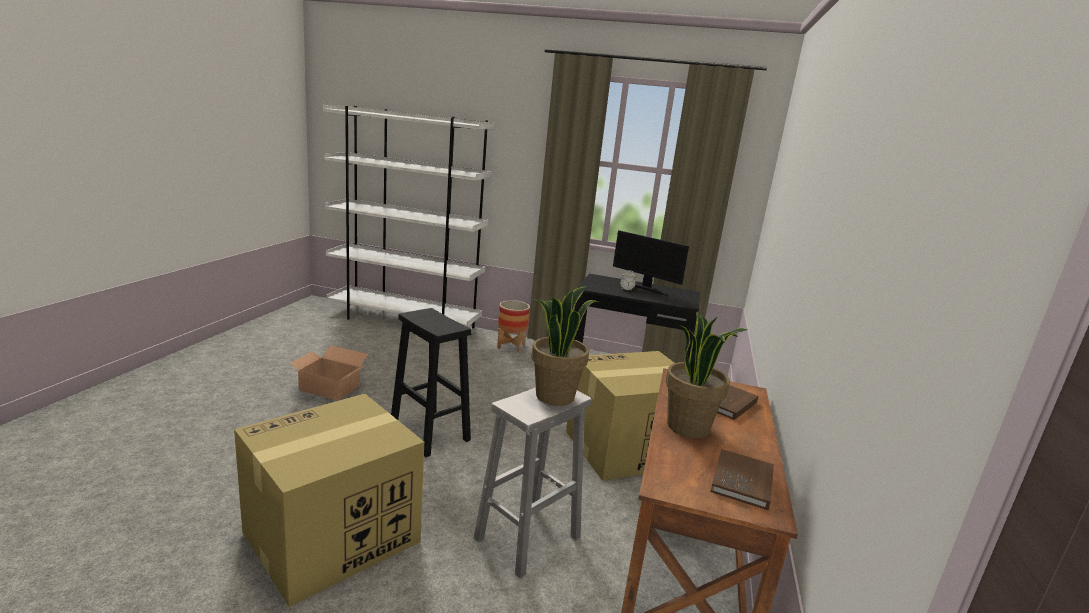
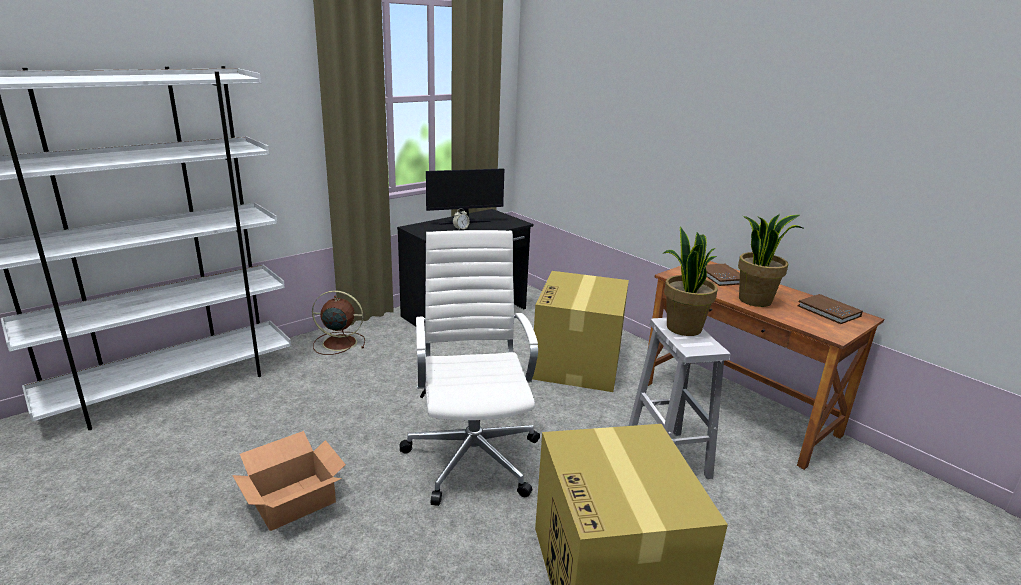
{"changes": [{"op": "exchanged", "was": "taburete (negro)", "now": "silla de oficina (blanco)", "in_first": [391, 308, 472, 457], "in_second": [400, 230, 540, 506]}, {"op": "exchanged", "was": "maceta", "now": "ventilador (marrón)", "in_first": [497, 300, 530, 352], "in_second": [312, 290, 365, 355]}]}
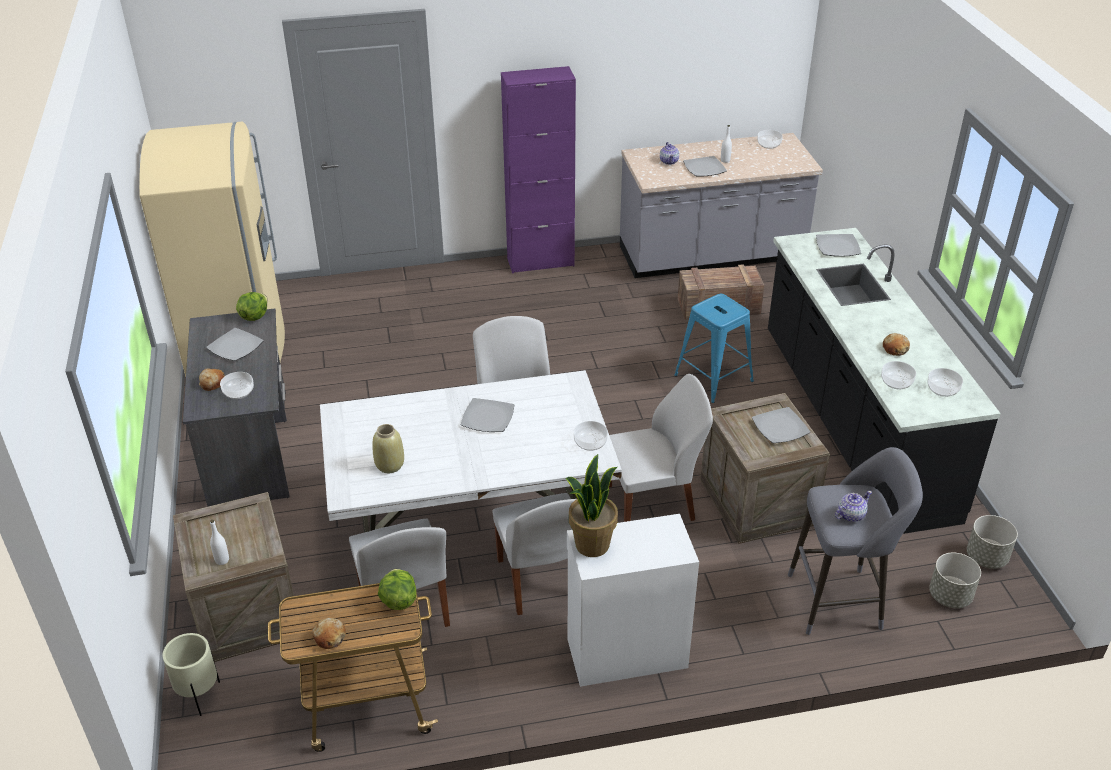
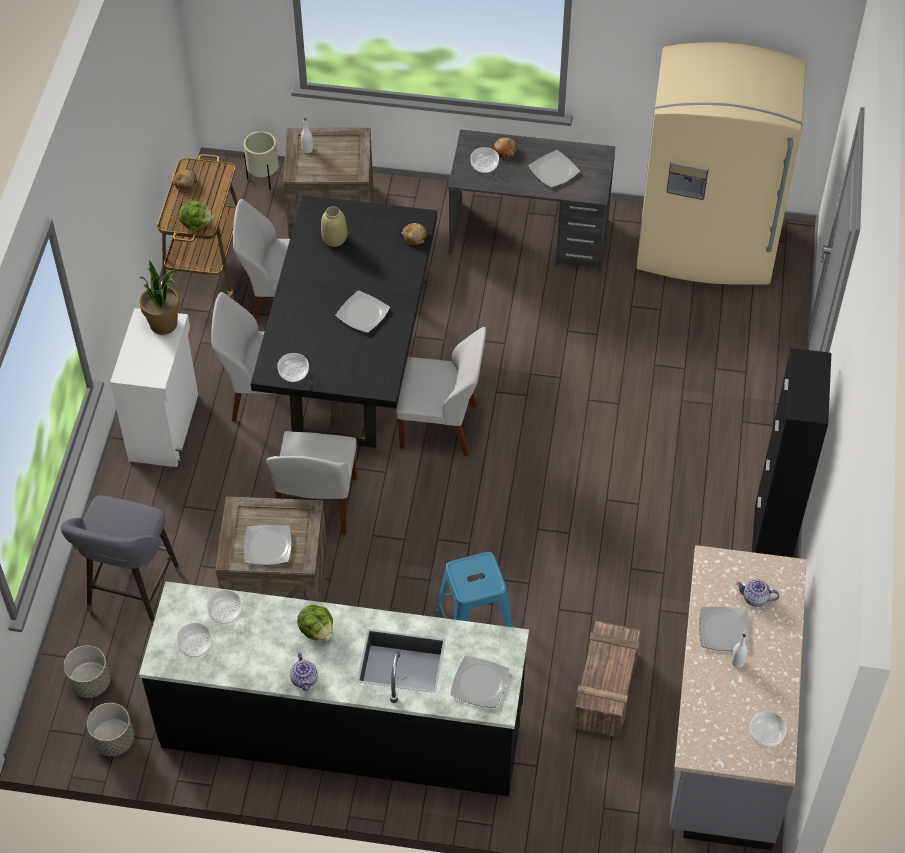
{"changes": [{"op": "relocated", "was": "lechuga", "in_first": [236, 292, 268, 321], "in_second": [297, 604, 333, 641]}, {"op": "relocated", "was": "tetera", "in_first": [835, 491, 872, 522], "in_second": [290, 652, 318, 691]}, {"op": "relocated", "was": "pan", "in_first": [883, 333, 910, 356], "in_second": [401, 223, 427, 245]}, {"op": "colour", "was": "mesa de comedor (blanco)", "now": "mesa de comedor (negro)", "in_first": [320, 370, 622, 533], "in_second": [250, 195, 437, 448]}, {"op": "colour", "was": "armario (morado)", "now": "armario (negro)", "in_first": [501, 66, 576, 273], "in_second": [752, 348, 831, 557]}]}
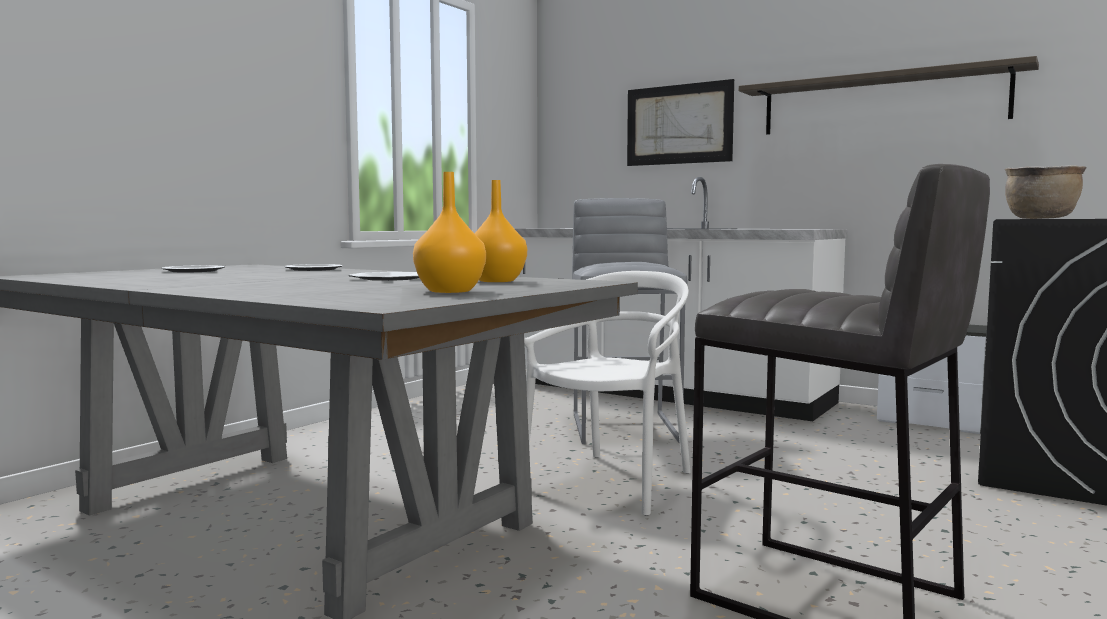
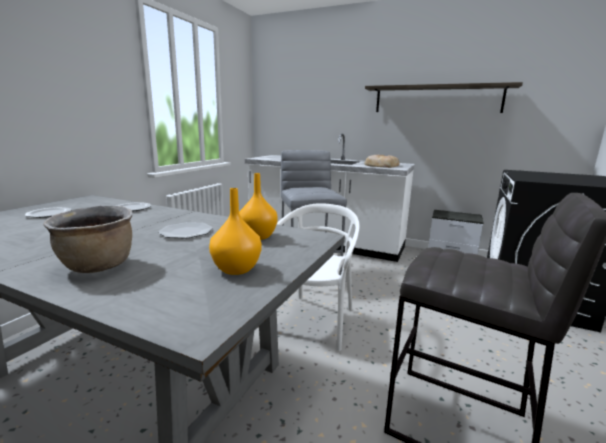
{"changes": [{"op": "missing", "was": "cuadro", "in_first": [627, 79, 734, 166]}, {"op": "appeared", "now": "pan", "in_second": [364, 155, 400, 168]}, {"op": "relocated", "was": "olla (marrón)", "in_first": [1005, 165, 1087, 219], "in_second": [43, 206, 133, 273]}]}
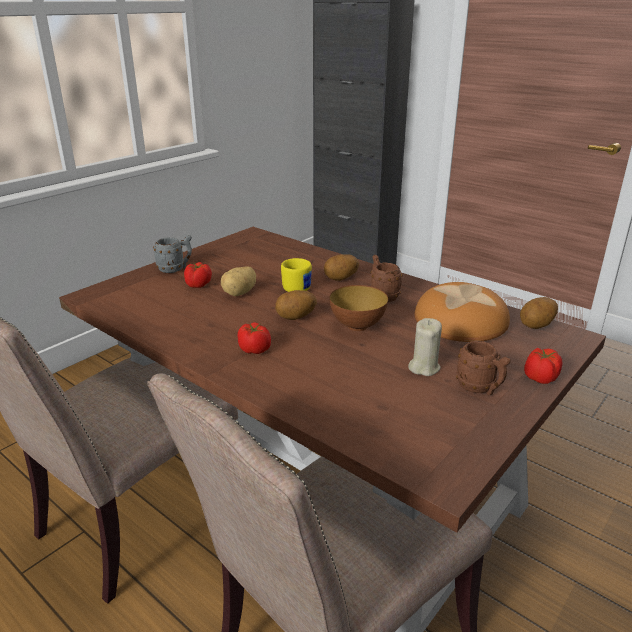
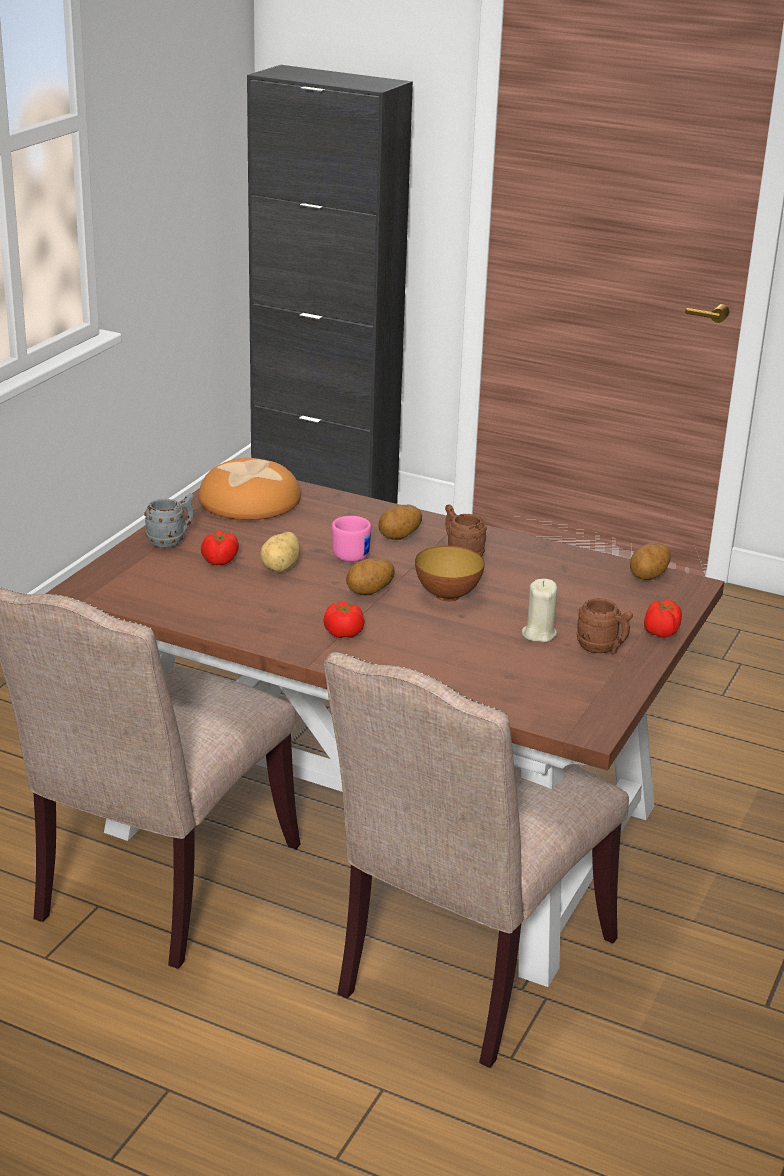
{"changes": [{"op": "relocated", "was": "pan", "in_first": [415, 282, 510, 342], "in_second": [199, 458, 301, 520]}, {"op": "colour", "was": "taza grande (amarillo)", "now": "taza grande (rosa)", "in_first": [281, 258, 312, 292], "in_second": [332, 516, 371, 562]}]}
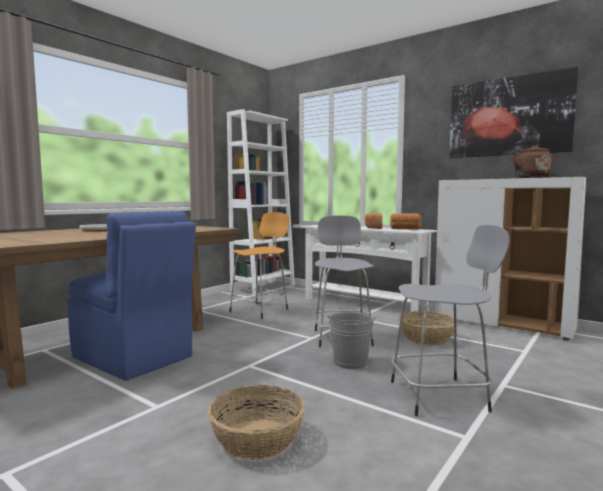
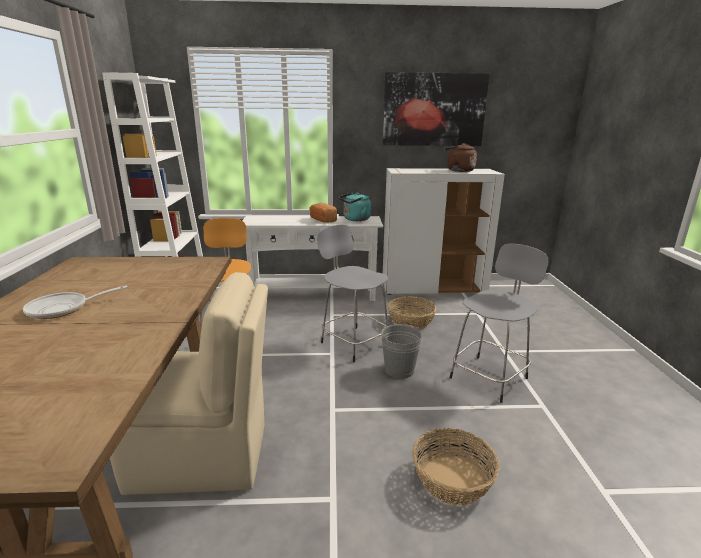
{"changes": [{"op": "exchanged", "was": "pan", "now": "hervidor (turquesa)", "in_first": [390, 213, 421, 229], "in_second": [339, 193, 371, 221]}, {"op": "colour", "was": "silla (azul)", "now": "silla (beis)", "in_first": [68, 211, 196, 381], "in_second": [110, 272, 268, 495]}]}
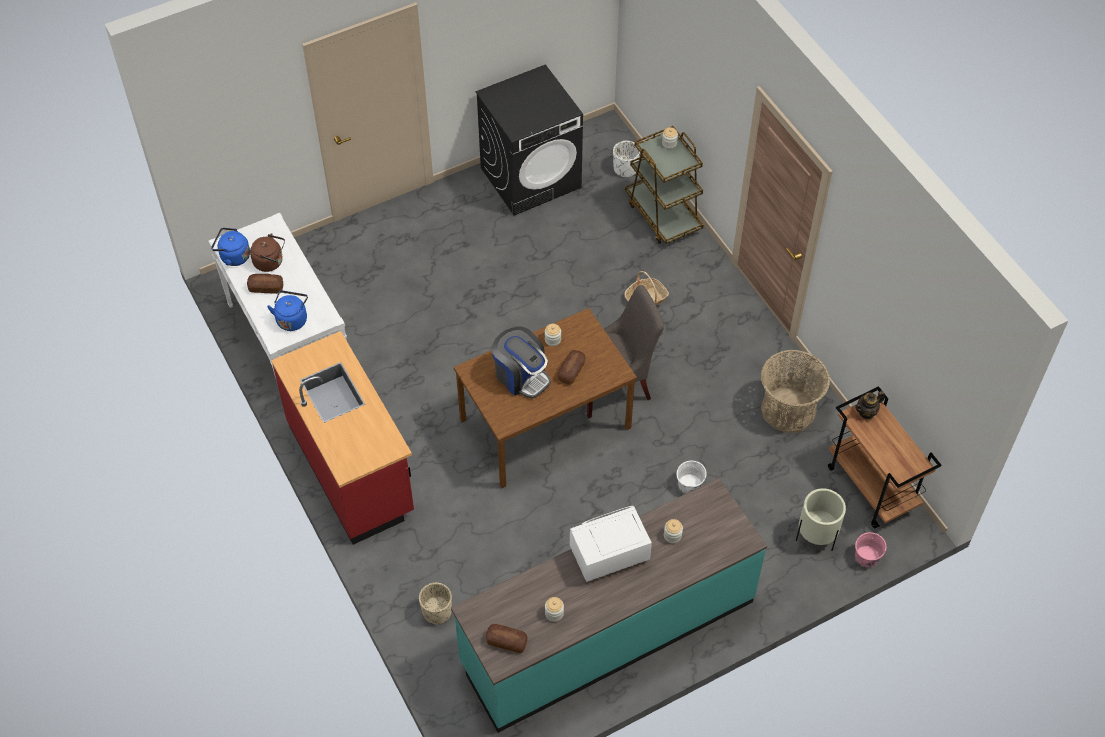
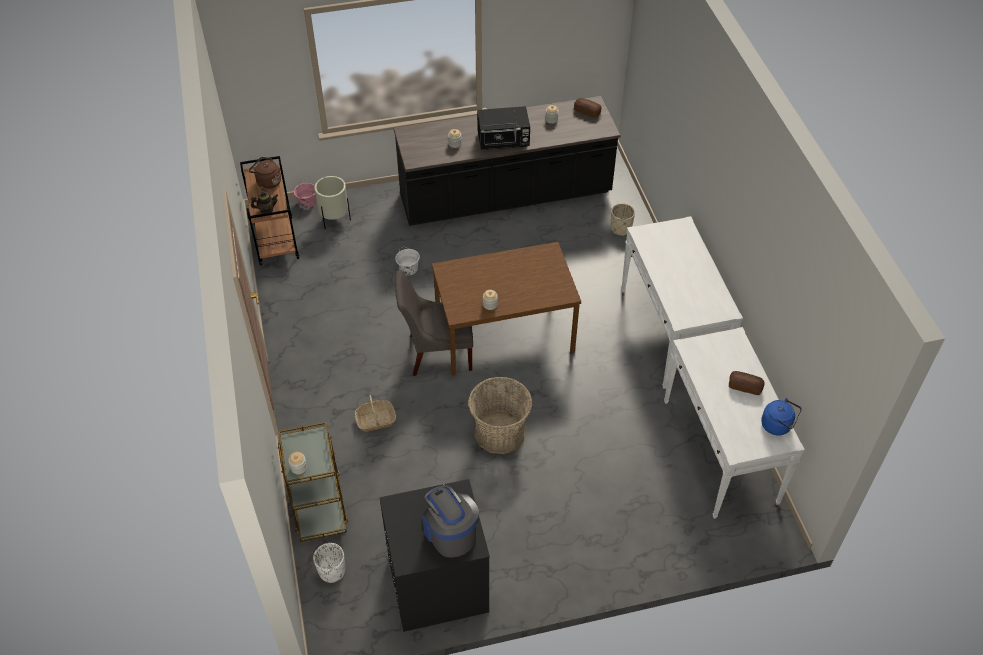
{"changes": [{"op": "missing", "was": "hervidor (azul)", "in_first": [267, 291, 308, 331]}, {"op": "missing", "was": "pan", "in_first": [558, 350, 586, 385]}, {"op": "relocated", "was": "hervidor (marrón)", "in_first": [250, 233, 285, 272], "in_second": [249, 157, 281, 189]}, {"op": "relocated", "was": "cafetera", "in_first": [492, 326, 551, 399], "in_second": [422, 485, 479, 558]}, {"op": "relocated", "was": "cesta", "in_first": [761, 350, 830, 433], "in_second": [468, 377, 532, 454]}, {"op": "exchanged", "was": "mueble bajo de cocina (rojo)", "now": "mesa consola (blanco)", "in_first": [271, 331, 414, 545], "in_second": [621, 216, 743, 389]}, {"op": "colour", "was": "mueble bajo de cocina (turquesa)", "now": "mueble bajo de cocina (negro)", "in_first": [451, 478, 767, 733], "in_second": [394, 96, 620, 226]}, {"op": "colour", "was": "microondas (blanco)", "now": "microondas (negro)", "in_first": [570, 506, 652, 582], "in_second": [477, 106, 530, 150]}]}
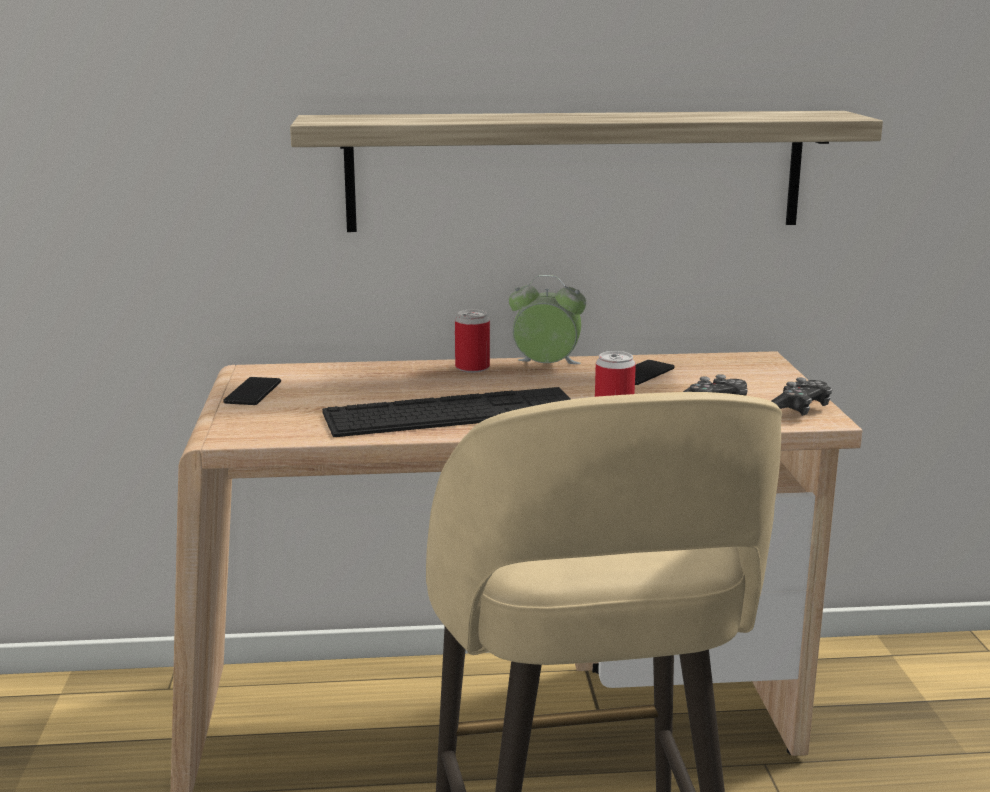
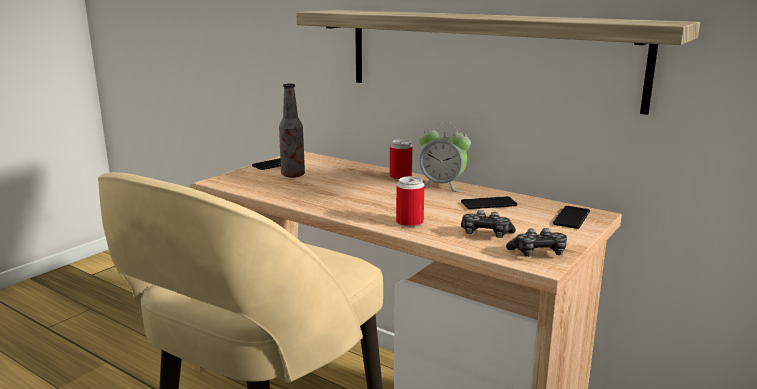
{"changes": [{"op": "missing", "was": "teclado", "in_first": [322, 387, 571, 437]}, {"op": "appeared", "now": "botella", "in_second": [279, 84, 305, 178]}, {"op": "appeared", "now": "móvil", "in_second": [553, 206, 590, 229]}, {"op": "spun", "was": "despertador", "in_first": [509, 275, 586, 364], "in_second": [419, 122, 471, 192], "clockwise": 150}]}
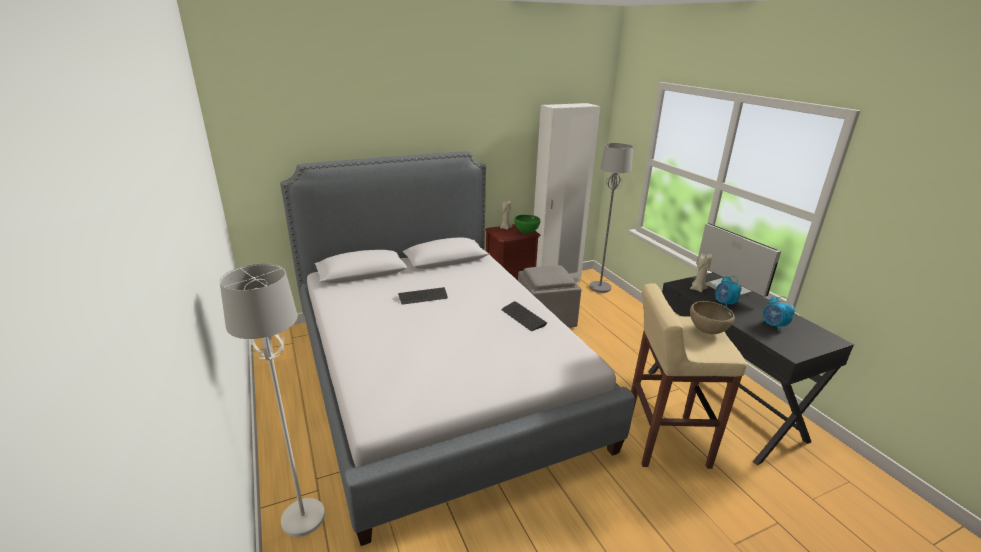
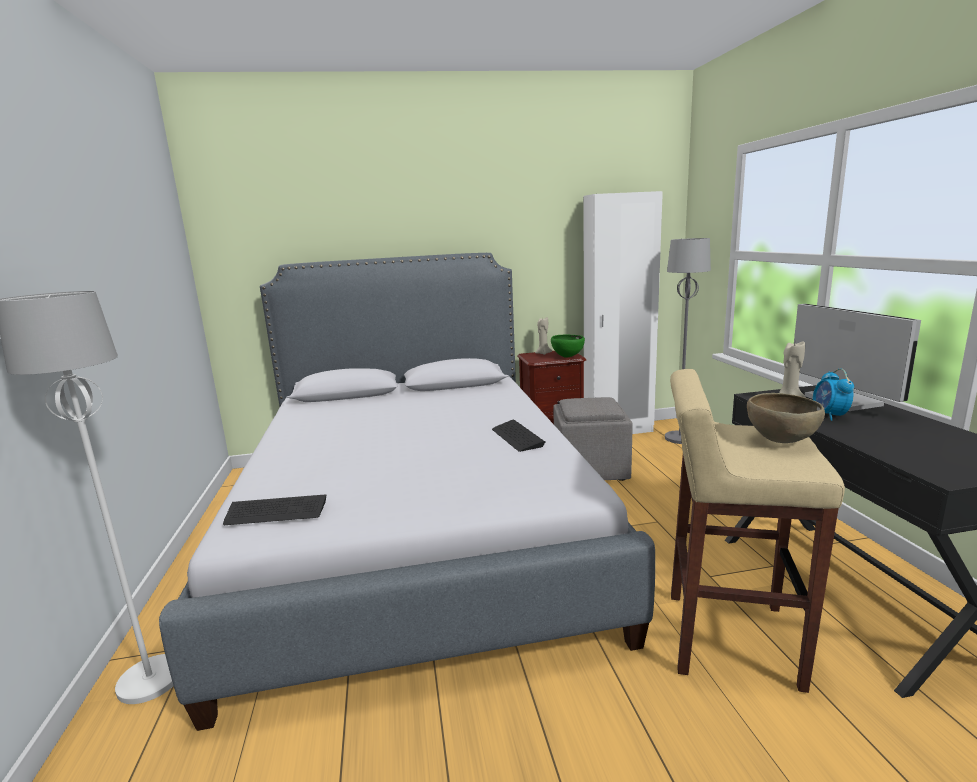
{"changes": [{"op": "missing", "was": "despertador", "in_first": [762, 296, 795, 332]}, {"op": "relocated", "was": "teclado", "in_first": [398, 287, 448, 305], "in_second": [223, 494, 327, 525]}]}
